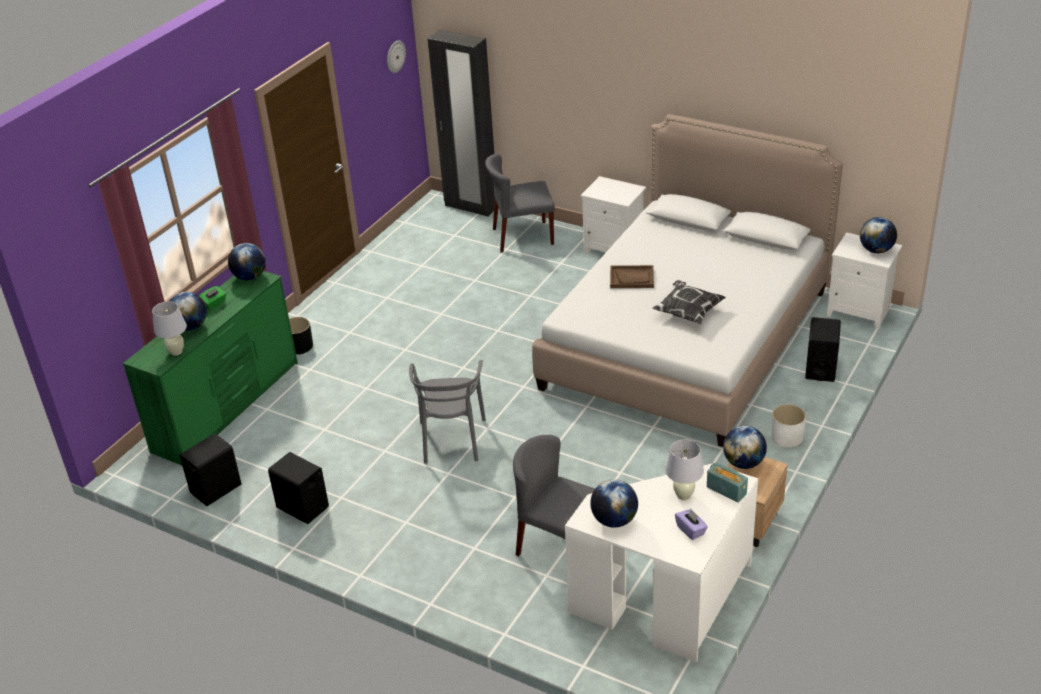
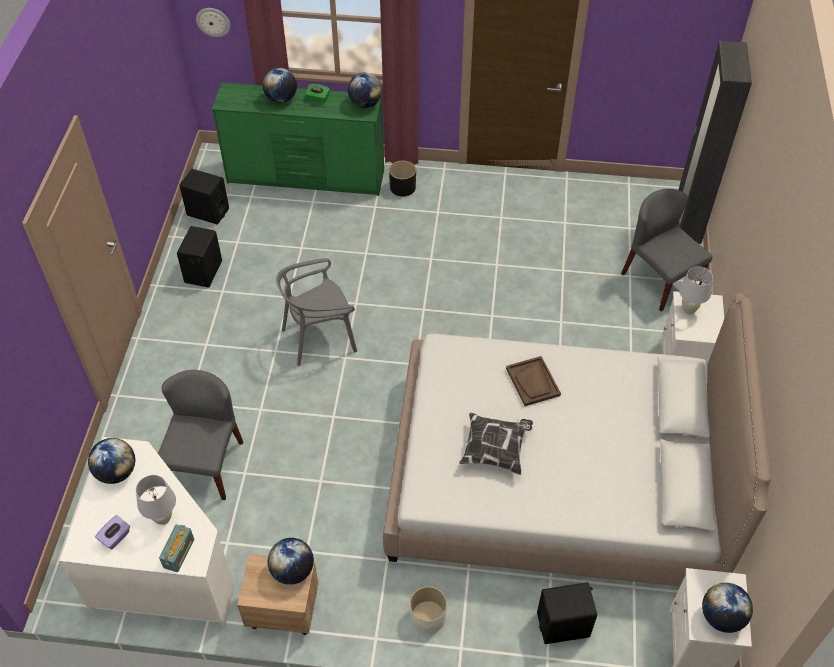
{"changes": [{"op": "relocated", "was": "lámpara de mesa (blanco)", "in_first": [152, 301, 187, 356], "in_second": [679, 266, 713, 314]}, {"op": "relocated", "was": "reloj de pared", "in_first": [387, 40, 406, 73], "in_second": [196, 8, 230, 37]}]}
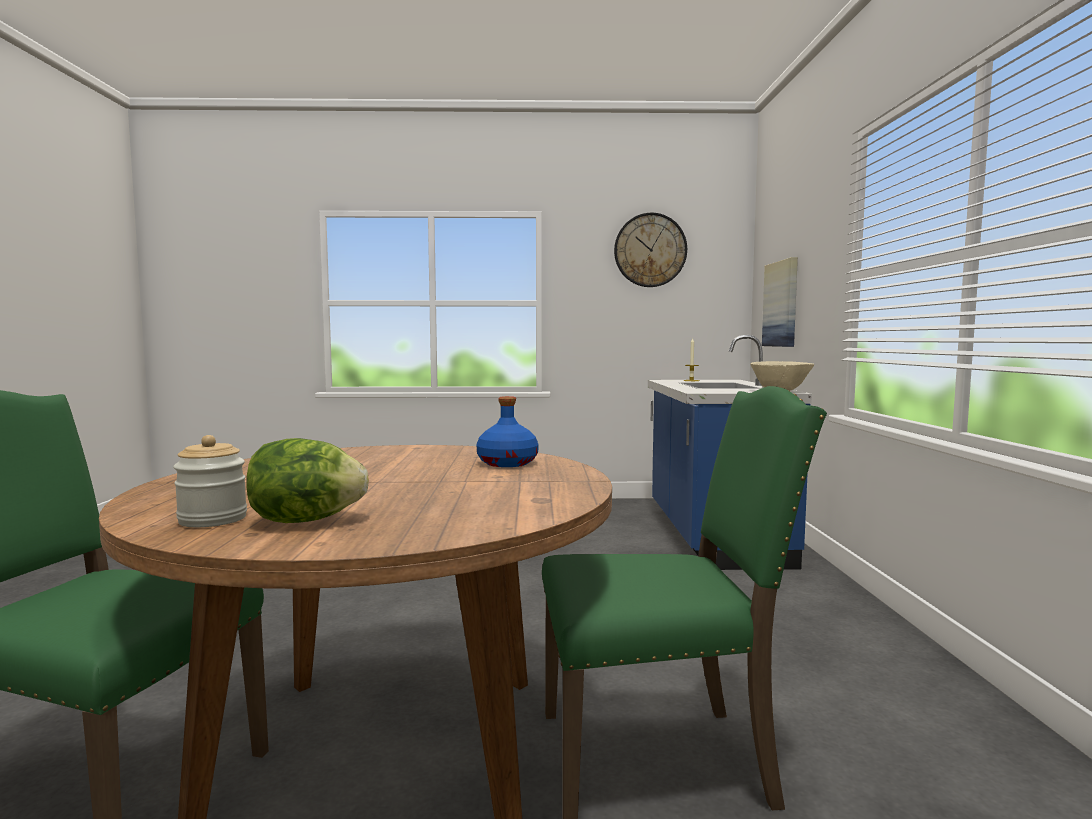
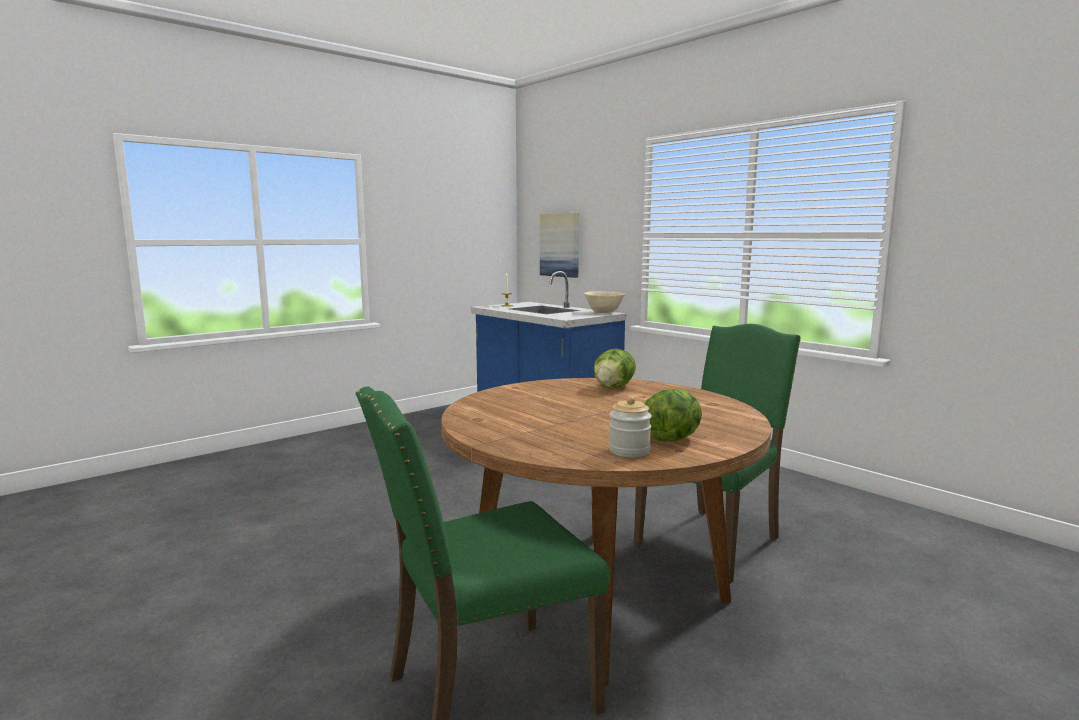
{"changes": [{"op": "missing", "was": "reloj de pared", "in_first": [614, 213, 687, 287]}, {"op": "exchanged", "was": "botella (azul)", "now": "lechuga", "in_first": [476, 396, 539, 467], "in_second": [593, 349, 636, 388]}]}
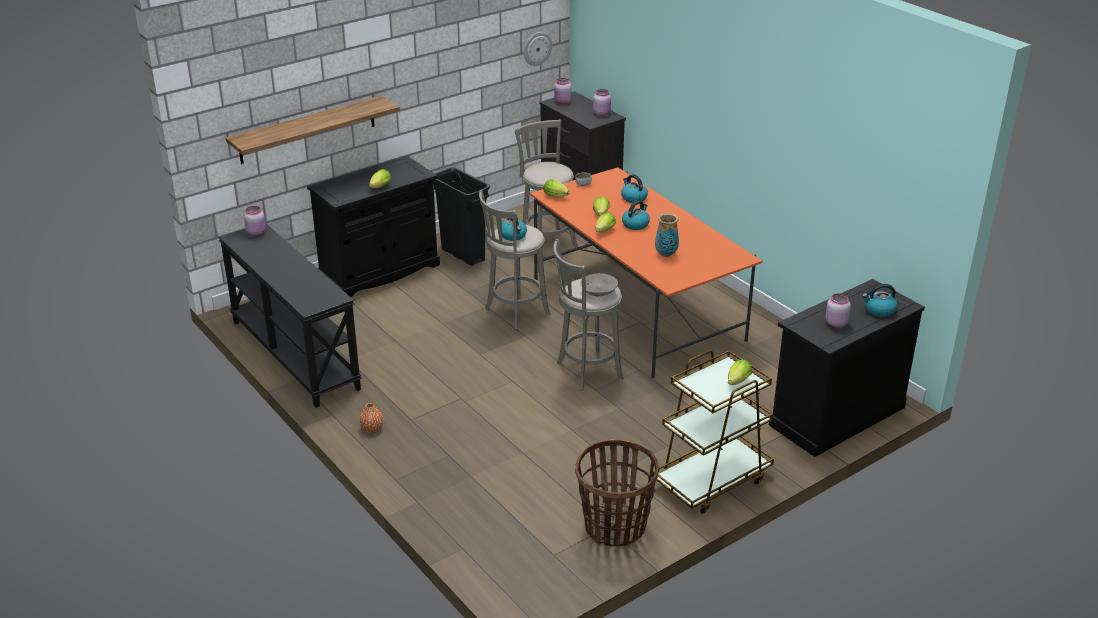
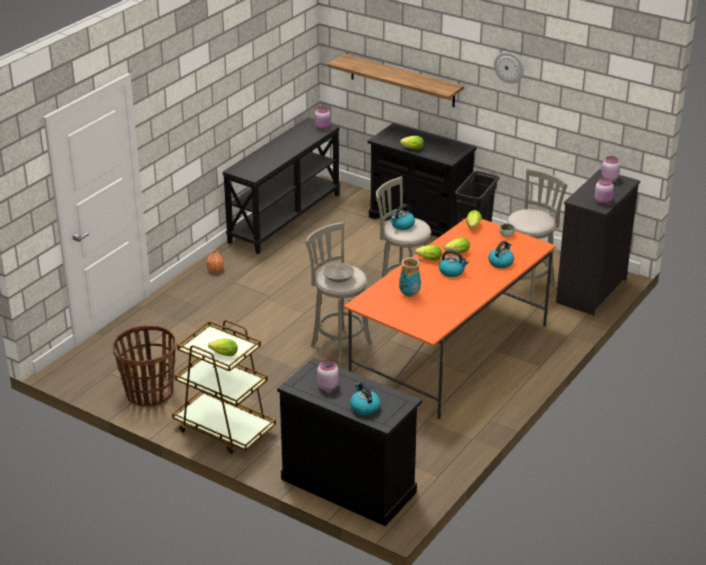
{"changes": [{"op": "relocated", "was": "reloj de pared", "in_first": [524, 32, 552, 66], "in_second": [494, 52, 524, 84]}]}
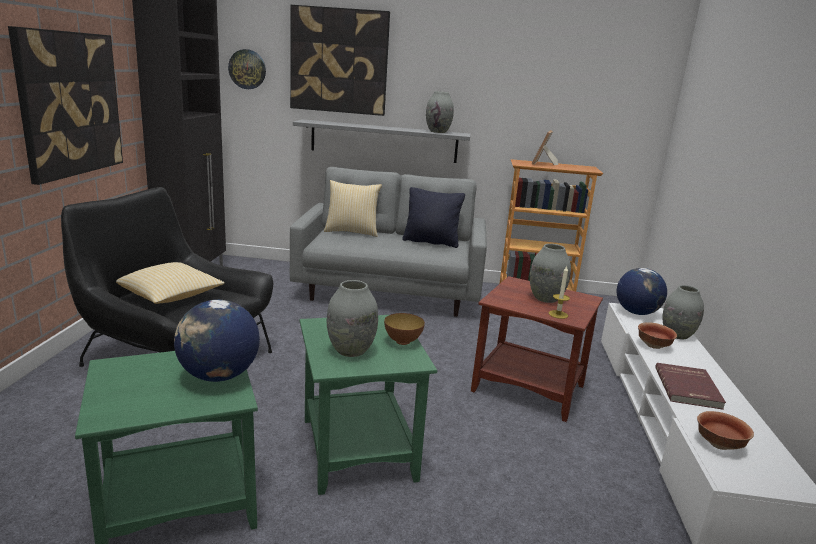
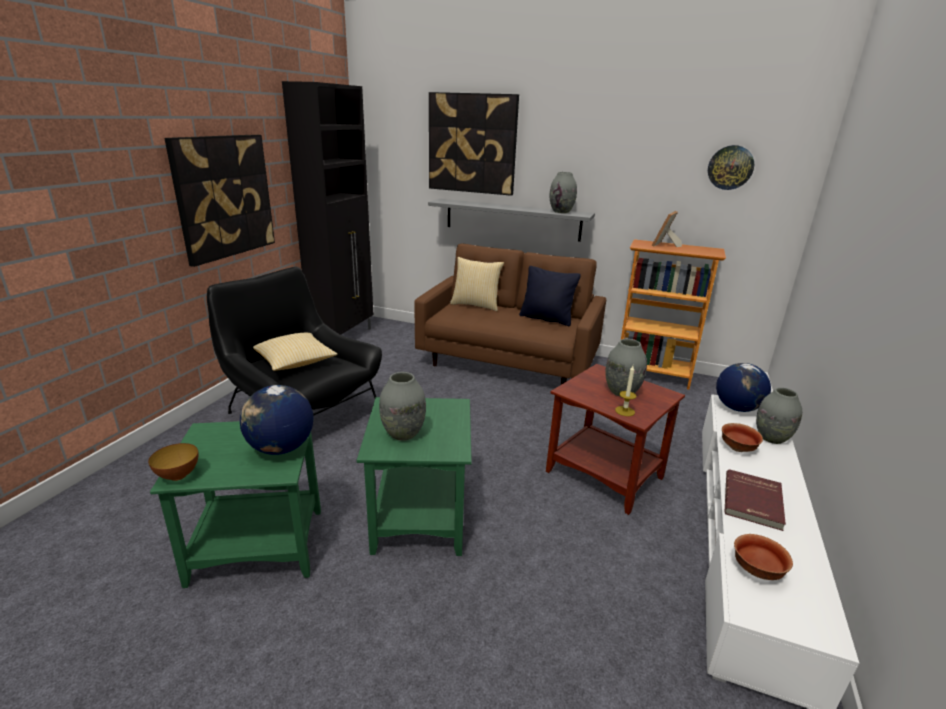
{"changes": [{"op": "relocated", "was": "reloj de pared", "in_first": [228, 49, 266, 89], "in_second": [708, 145, 754, 190]}, {"op": "relocated", "was": "cuenco", "in_first": [384, 313, 425, 345], "in_second": [148, 443, 199, 481]}, {"op": "colour", "was": "sofá (gris)", "now": "sofá (marrón)", "in_first": [290, 167, 487, 317], "in_second": [415, 243, 606, 385]}]}
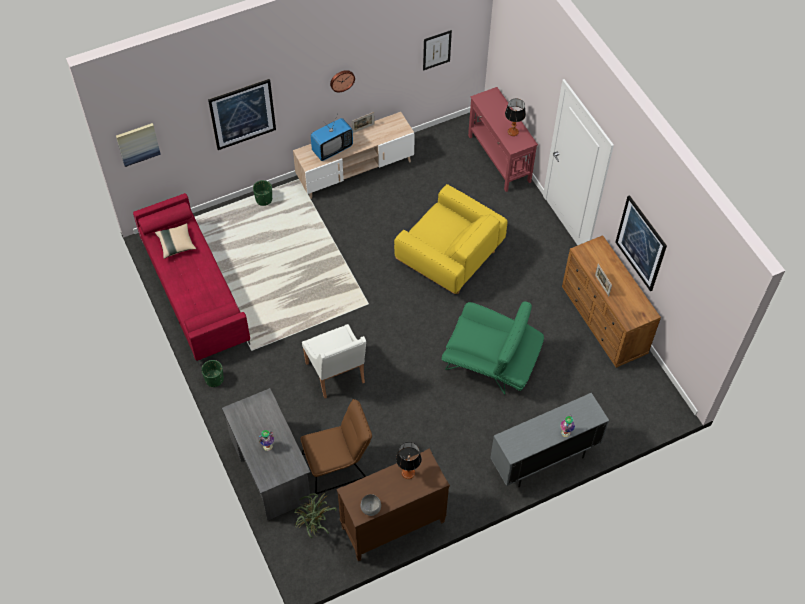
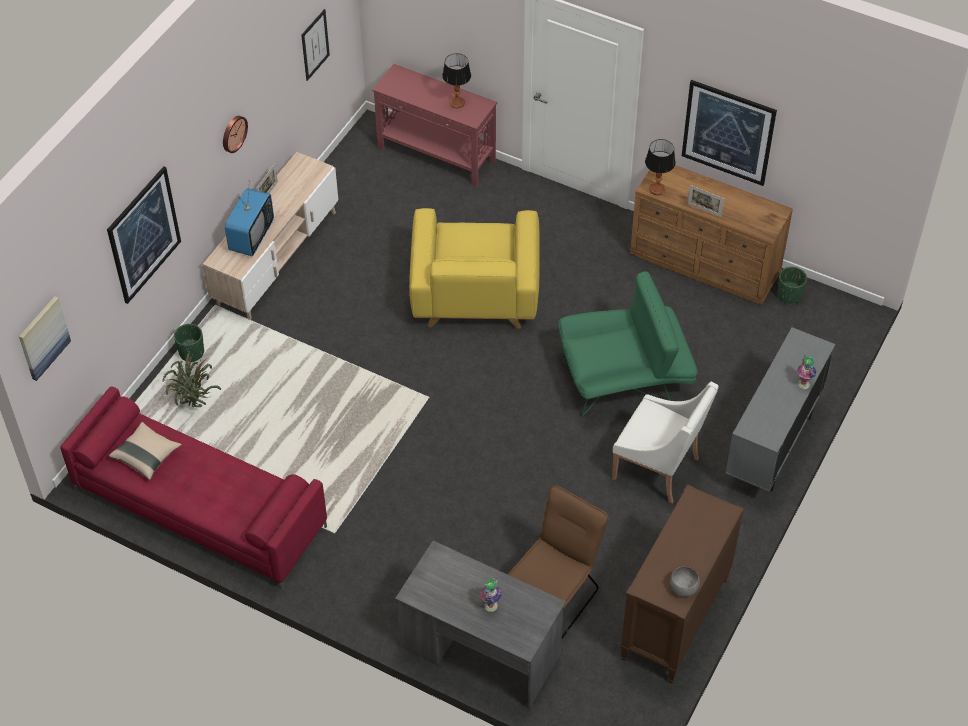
{"changes": [{"op": "relocated", "was": "maceta (verde)", "in_first": [201, 360, 224, 387], "in_second": [777, 267, 807, 305]}, {"op": "relocated", "was": "planta en maceta", "in_first": [294, 492, 337, 538], "in_second": [162, 350, 221, 407]}, {"op": "relocated", "was": "sillón (blanco)", "in_first": [302, 324, 366, 398], "in_second": [612, 382, 719, 504]}, {"op": "relocated", "was": "lámpara de mesa", "in_first": [396, 442, 422, 479], "in_second": [645, 139, 676, 195]}, {"op": "spun", "was": "sillón (amarillo)", "in_first": [394, 184, 508, 294], "in_second": [409, 208, 540, 329], "clockwise": 90}]}
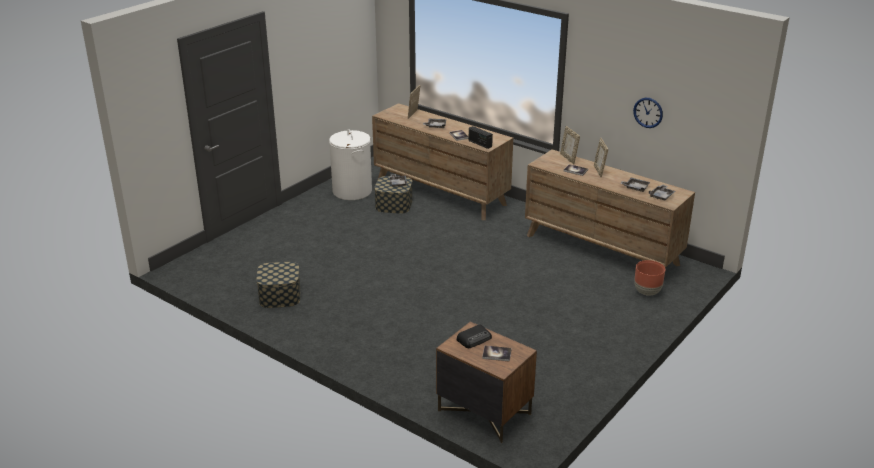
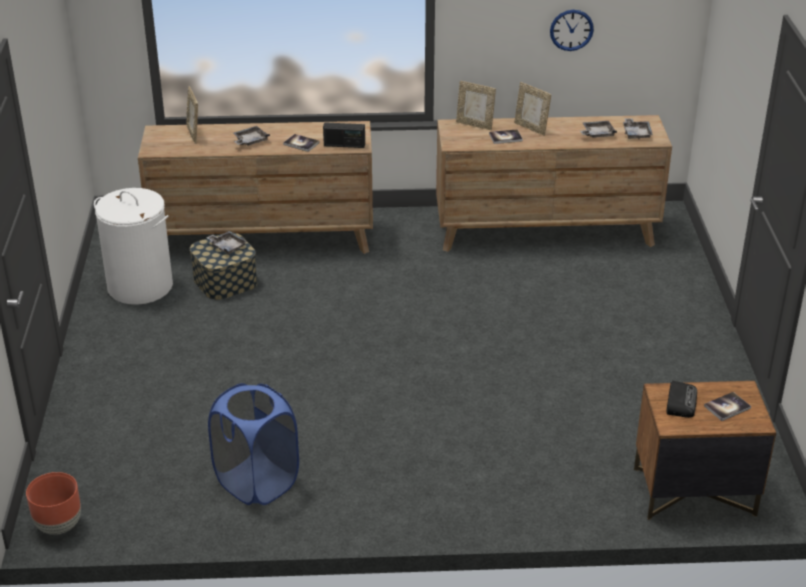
{"changes": [{"op": "relocated", "was": "maceta (marrón)", "in_first": [634, 260, 665, 296], "in_second": [26, 472, 81, 535]}, {"op": "exchanged", "was": "caja de almacenaje", "now": "cesto de la ropa (azul)", "in_first": [256, 262, 301, 308], "in_second": [208, 383, 299, 505]}]}
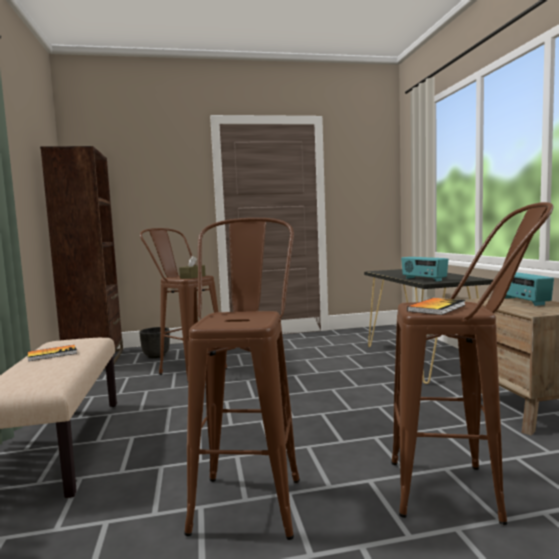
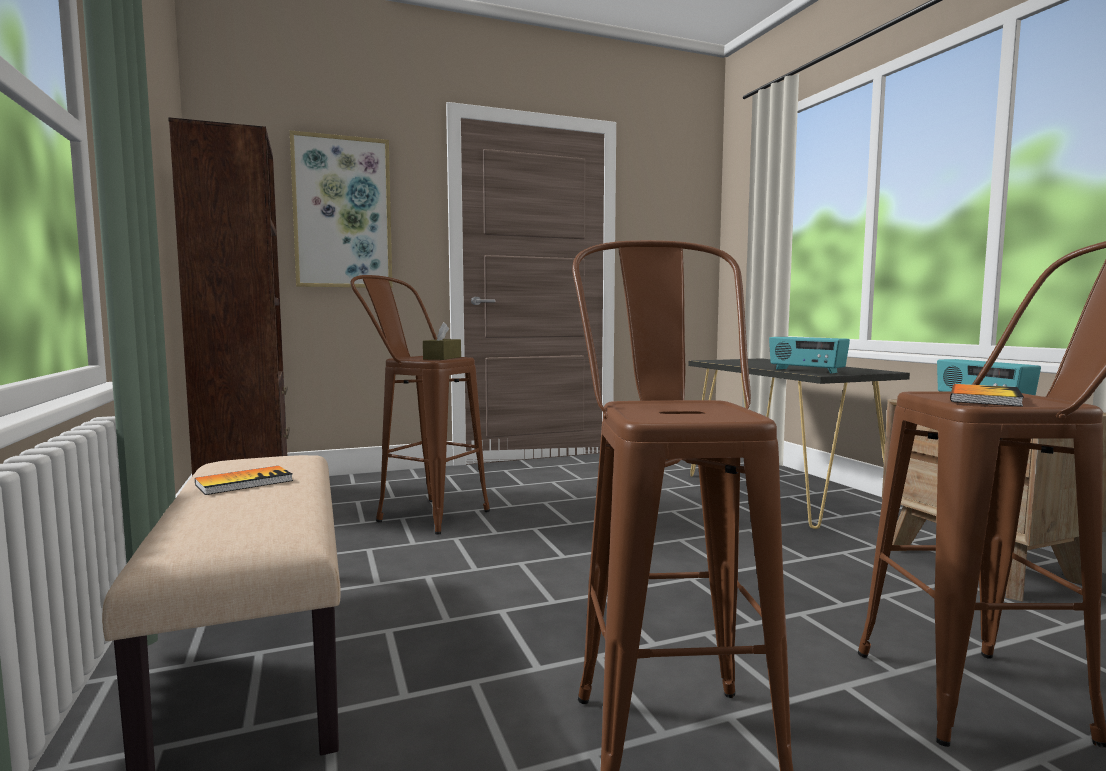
{"changes": [{"op": "missing", "was": "maceta (negro)", "in_first": [139, 327, 170, 358]}, {"op": "appeared", "now": "cuadro", "in_second": [290, 130, 392, 288]}]}
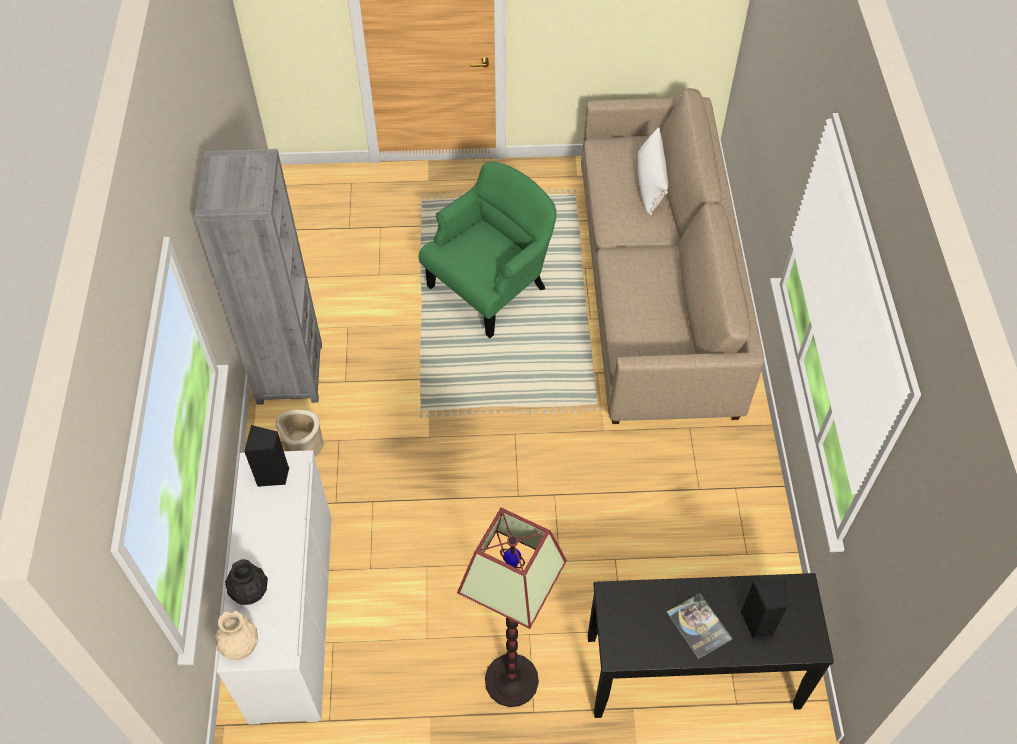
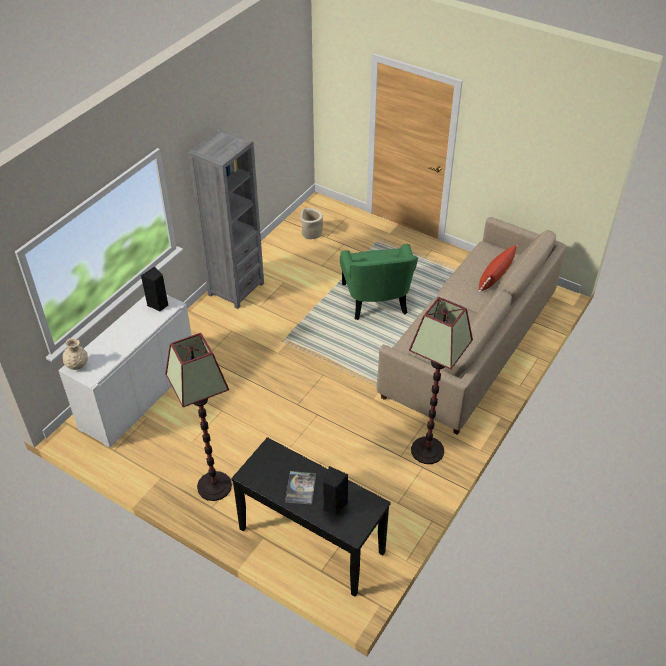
{"changes": [{"op": "missing", "was": "florero (negro)", "in_first": [225, 559, 268, 605]}, {"op": "appeared", "now": "lámpara de pie", "in_second": [409, 297, 473, 464]}, {"op": "relocated", "was": "maceta (beis)", "in_first": [276, 409, 323, 457], "in_second": [300, 208, 323, 239]}, {"op": "colour", "was": "cojín (blanco)", "now": "cojín (rojo)", "in_first": [638, 128, 668, 215], "in_second": [479, 245, 518, 292]}, {"op": "spun", "was": "sillón (verde)", "in_first": [419, 162, 557, 338], "in_second": [340, 244, 418, 320], "clockwise": 90}]}
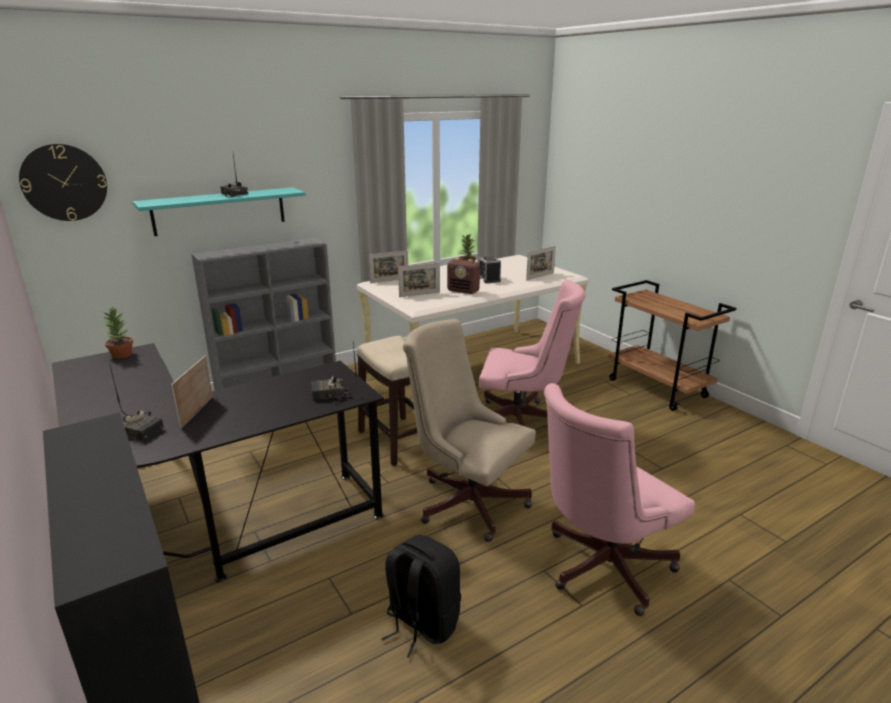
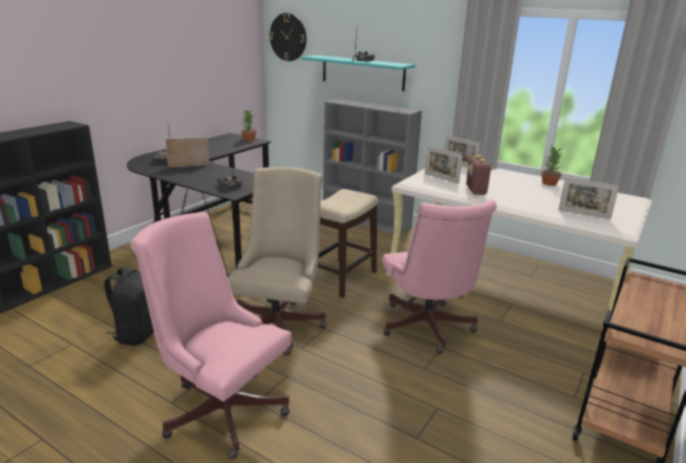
{"changes": [{"op": "missing", "was": "despertador", "in_first": [478, 256, 501, 283]}]}
